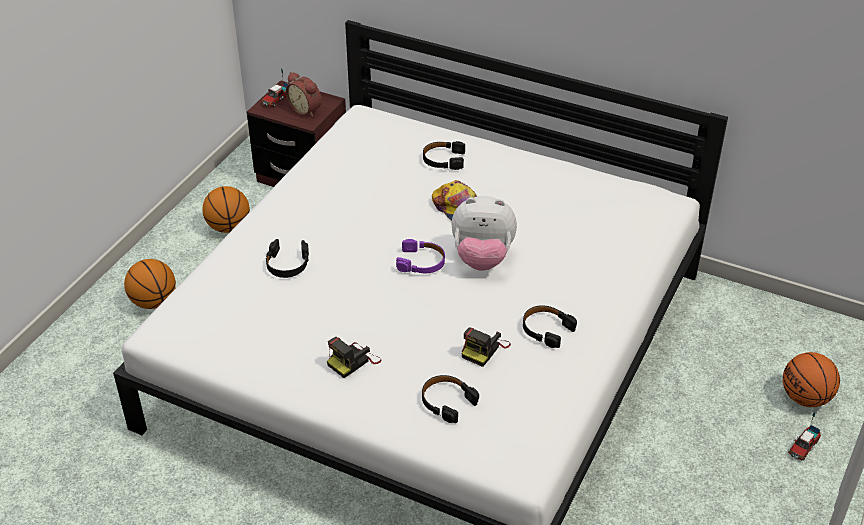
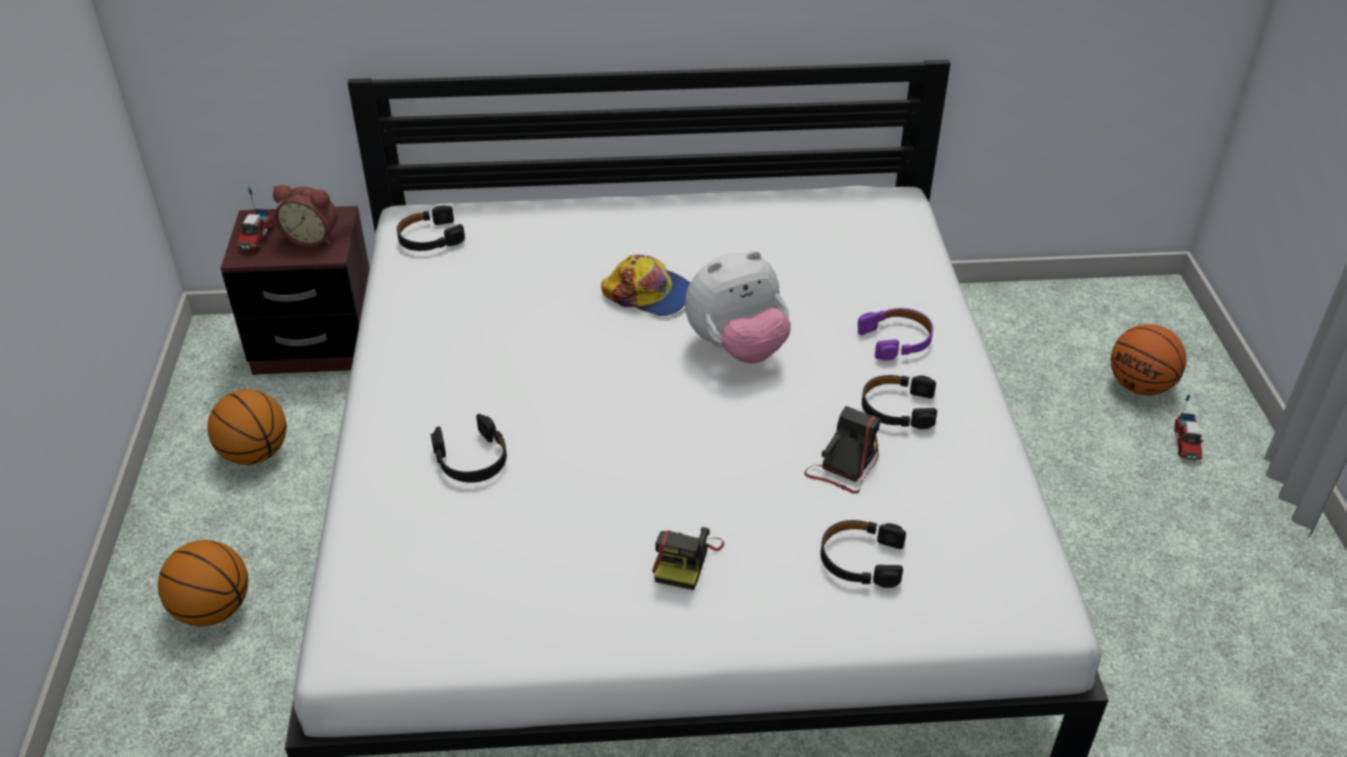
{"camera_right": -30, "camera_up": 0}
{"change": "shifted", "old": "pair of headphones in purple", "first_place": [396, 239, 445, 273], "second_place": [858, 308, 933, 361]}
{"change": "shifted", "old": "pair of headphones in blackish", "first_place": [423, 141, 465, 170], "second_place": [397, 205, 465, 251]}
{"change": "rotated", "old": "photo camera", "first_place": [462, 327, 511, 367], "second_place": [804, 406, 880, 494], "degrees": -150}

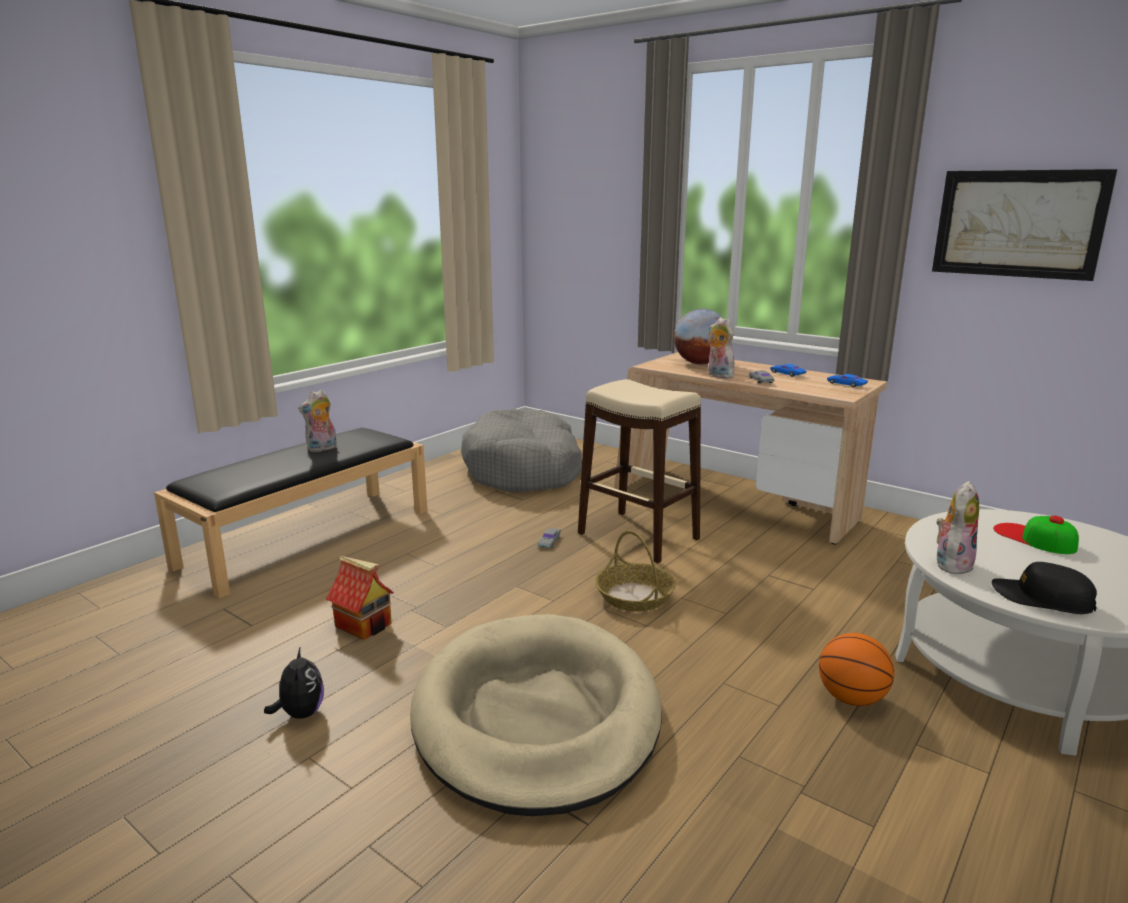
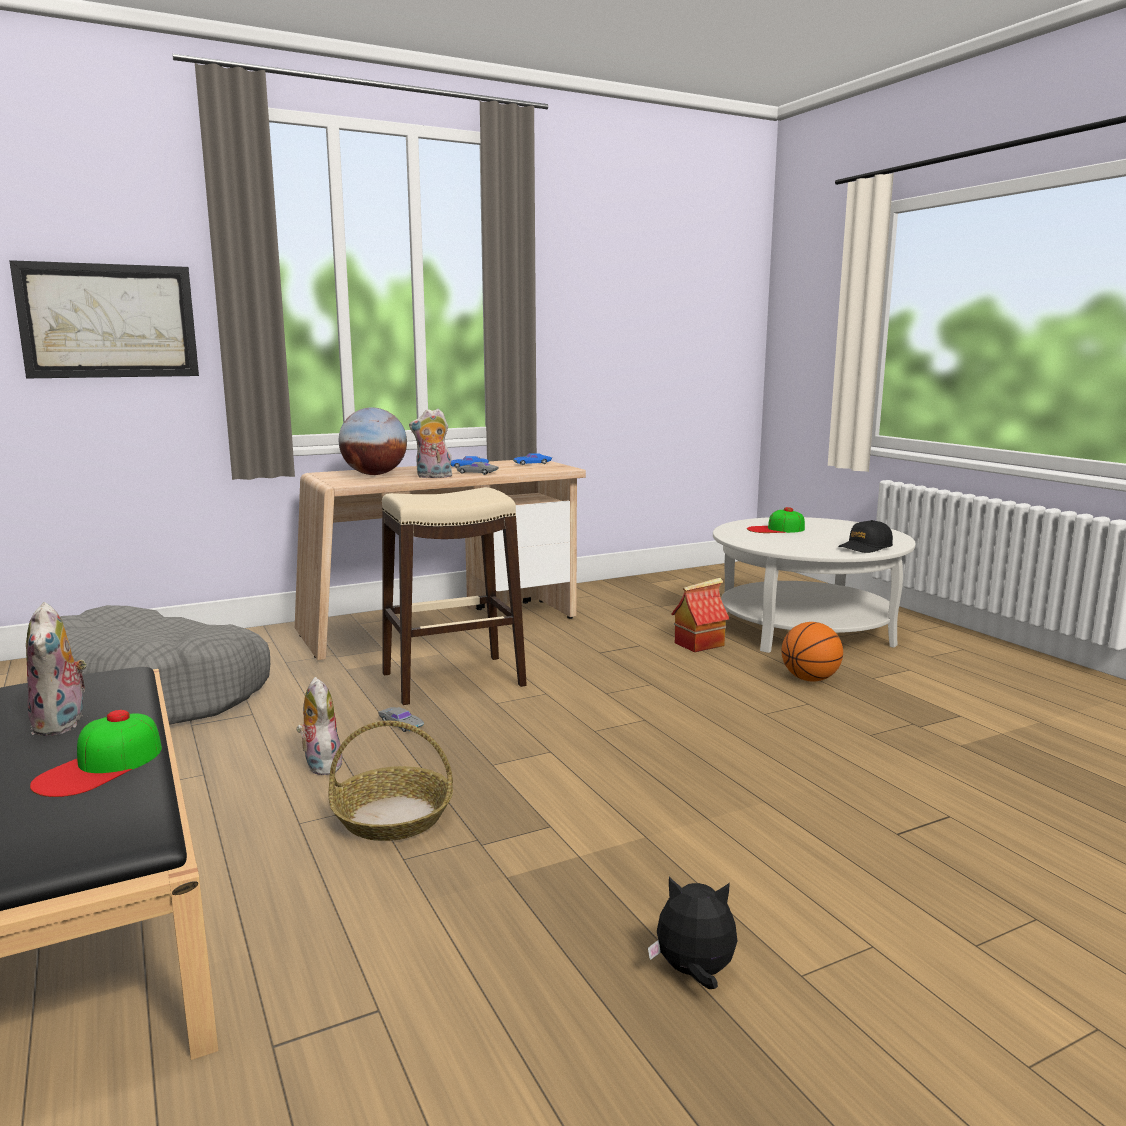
{"camera_right": -65, "camera_up": -5}
{"change": "gone", "old": "dog cushion in beige-coloured", "first_place": [410, 614, 662, 816]}
{"change": "new", "new": "baseball cap", "second_place": [30, 710, 162, 797]}
{"change": "shifted", "old": "miniature house", "first_place": [326, 556, 394, 640], "second_place": [671, 578, 729, 652]}
{"change": "shifted", "old": "household basket", "first_place": [595, 530, 676, 611], "second_place": [329, 720, 453, 841]}
{"change": "shifted", "old": "wall picture", "first_place": [932, 169, 1117, 281], "second_place": [9, 260, 199, 378]}
{"change": "shifted", "old": "soft toy", "first_place": [936, 481, 979, 574], "second_place": [296, 677, 343, 775]}

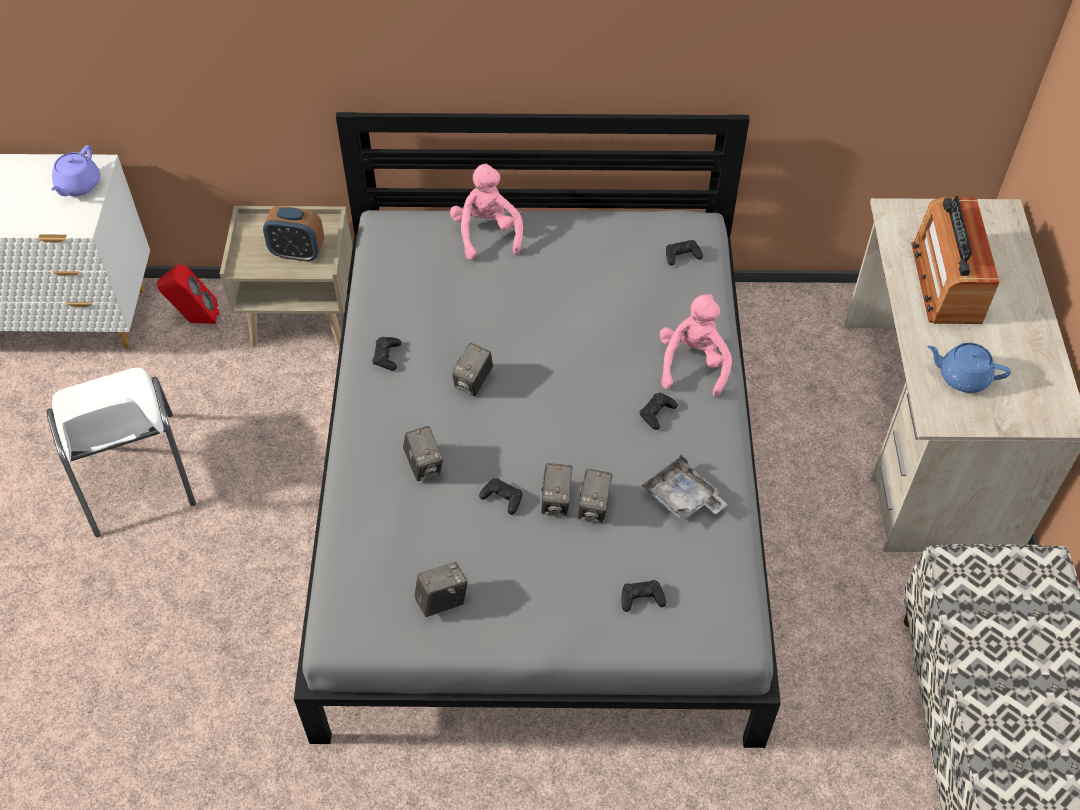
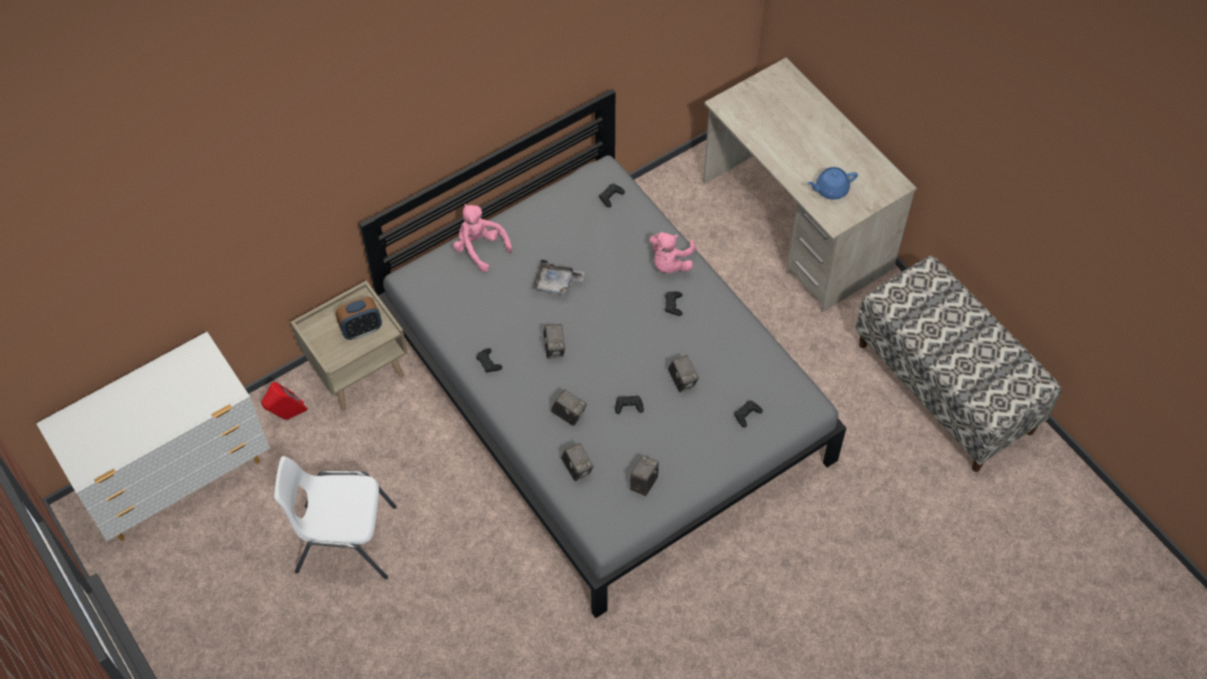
{"camera_right": -35, "camera_up": 5}
{"change": "gone", "old": "teapot in purple", "first_place": [51, 145, 100, 196]}
{"change": "gone", "old": "radio", "first_place": [911, 196, 1000, 324]}
{"change": "shifted", "old": "photo camera", "first_place": [541, 463, 572, 516], "second_place": [561, 443, 593, 481]}
{"change": "shifted", "old": "tray in grey", "first_place": [642, 455, 728, 522], "second_place": [532, 259, 585, 296]}
{"change": "rotated", "old": "upright chair in white-coloured", "first_place": [46, 367, 196, 537], "second_place": [274, 456, 397, 579], "degrees": 150}
{"change": "rotated", "old": "soft toy in pinkish", "first_place": [659, 294, 732, 397], "second_place": [649, 232, 696, 273], "degrees": -135}

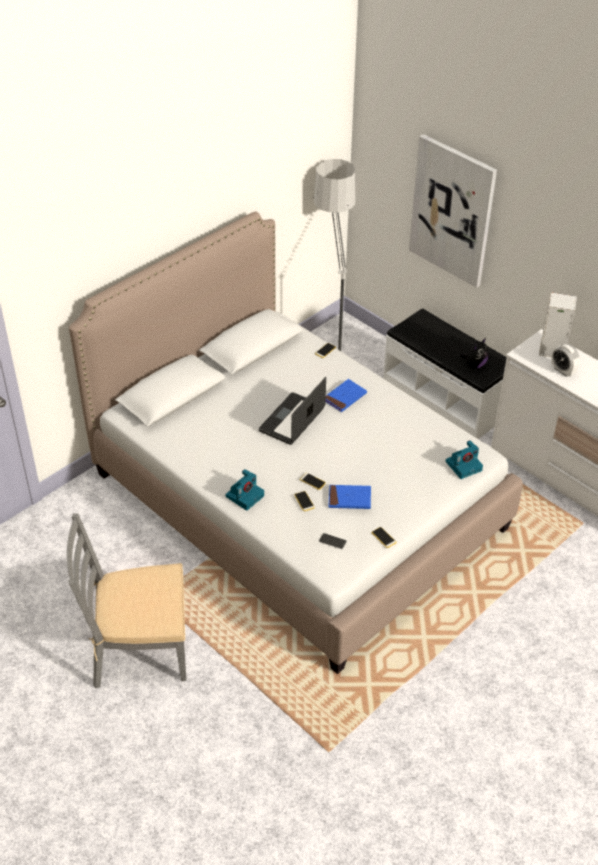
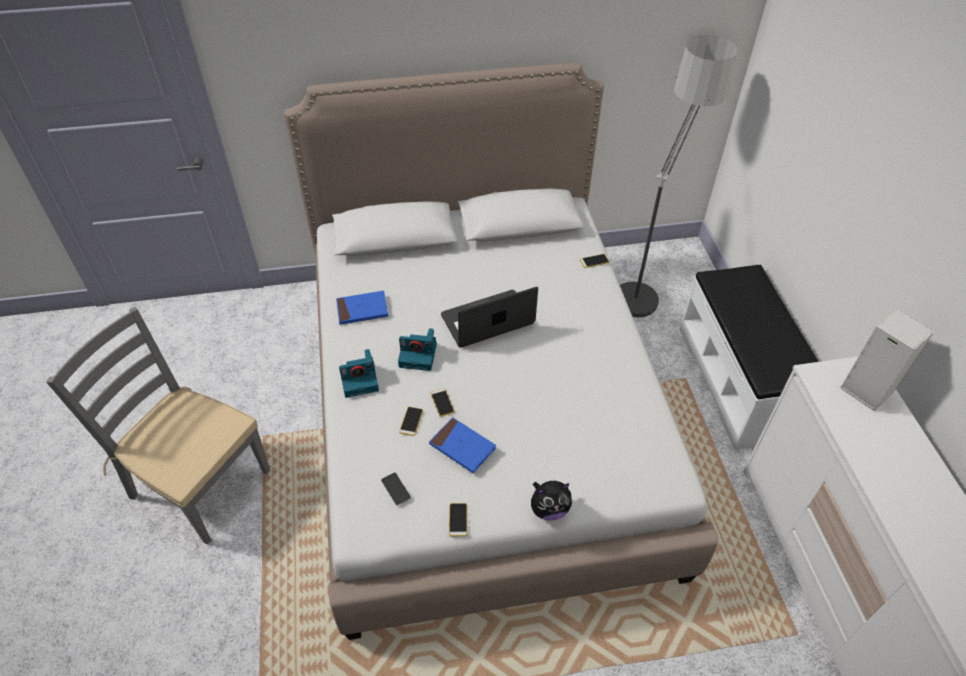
{"camera_right": 35, "camera_up": 5}
{"change": "gone", "old": "wall picture", "first_place": [409, 134, 497, 288]}
{"change": "gone", "old": "table clock", "first_place": [551, 344, 580, 377]}
{"change": "shifted", "old": "volume in bluish", "first_place": [326, 379, 367, 412], "second_place": [336, 291, 388, 325]}
{"change": "shifted", "old": "photo camera", "first_place": [445, 441, 483, 479], "second_place": [398, 328, 437, 371]}
{"change": "shifted", "old": "soft toy", "first_place": [460, 338, 489, 368], "second_place": [531, 481, 572, 520]}

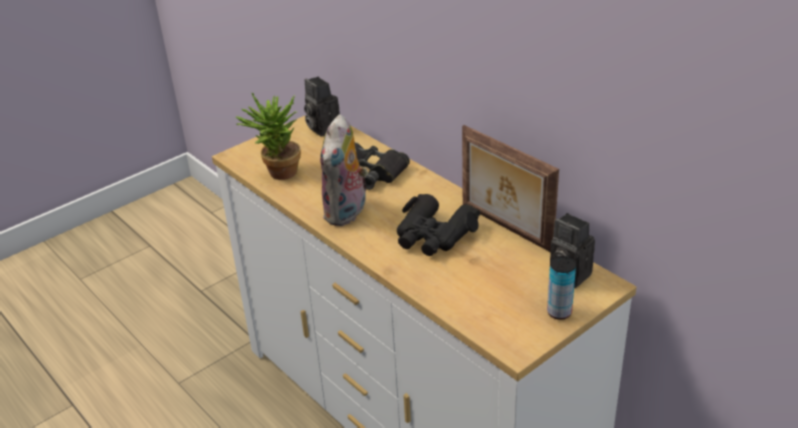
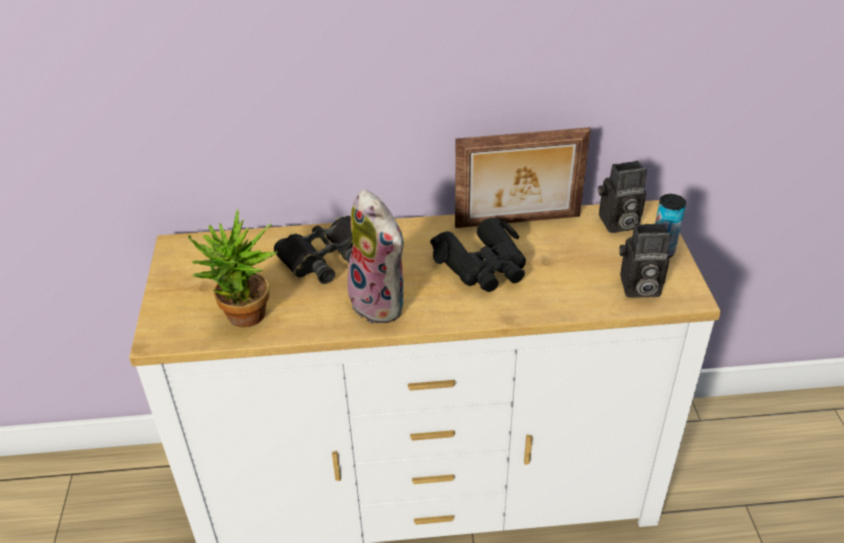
{"camera_right": -55, "camera_up": 5}
{"change": "shifted", "old": "photo camera", "first_place": [304, 77, 340, 136], "second_place": [619, 223, 671, 298]}

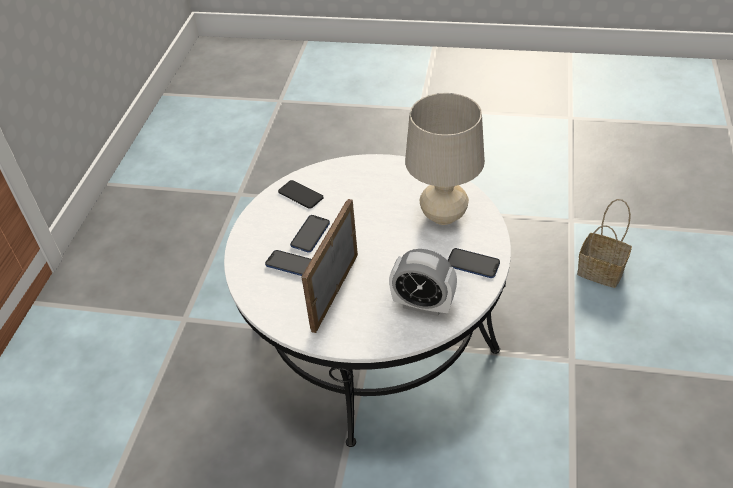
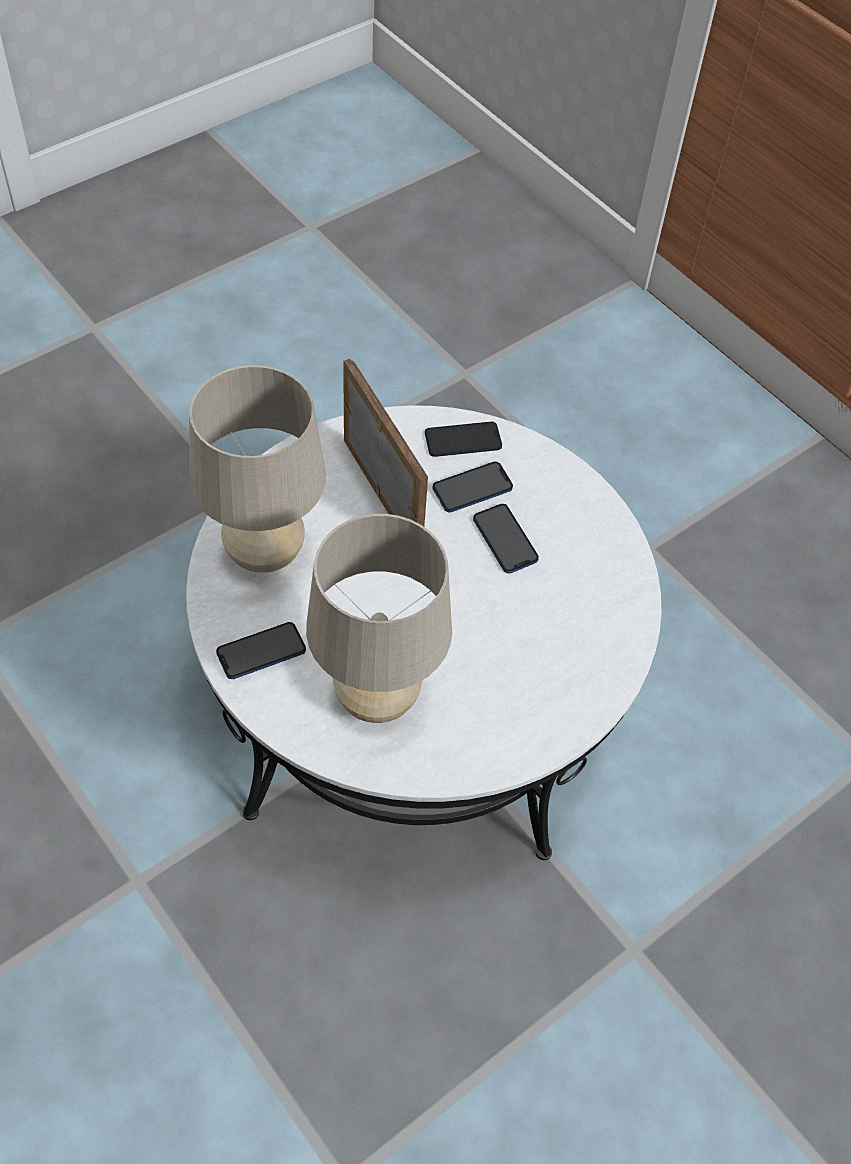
{"camera_right": 125, "camera_up": 10}
{"change": "gone", "old": "household basket", "first_place": [577, 199, 632, 288]}
{"change": "shifted", "old": "handset", "first_place": [278, 180, 324, 209], "second_place": [425, 422, 502, 457]}
{"change": "swapped", "old": "table clock", "new": "lamp for a table in beige-coloured", "first_place": [389, 249, 457, 316], "second_place": [189, 365, 326, 573]}

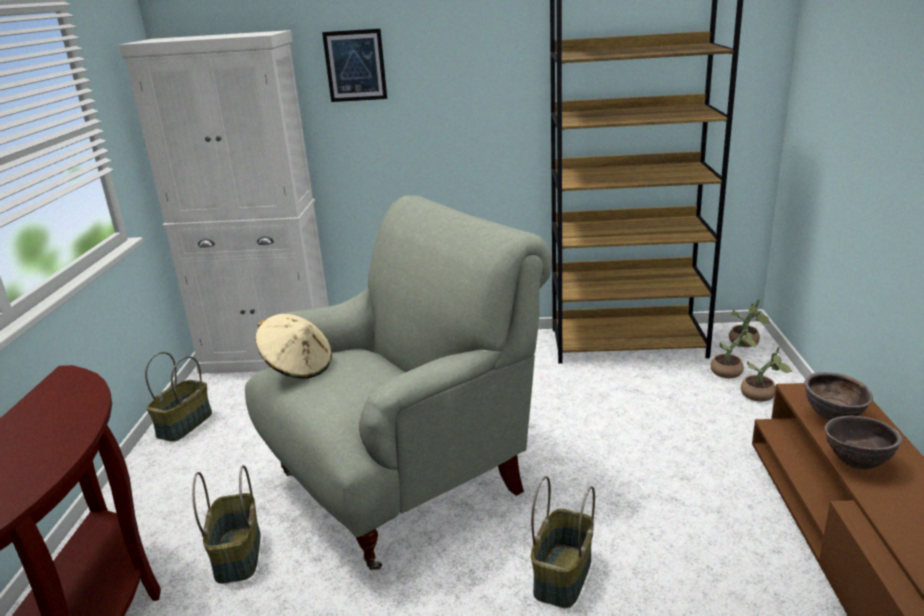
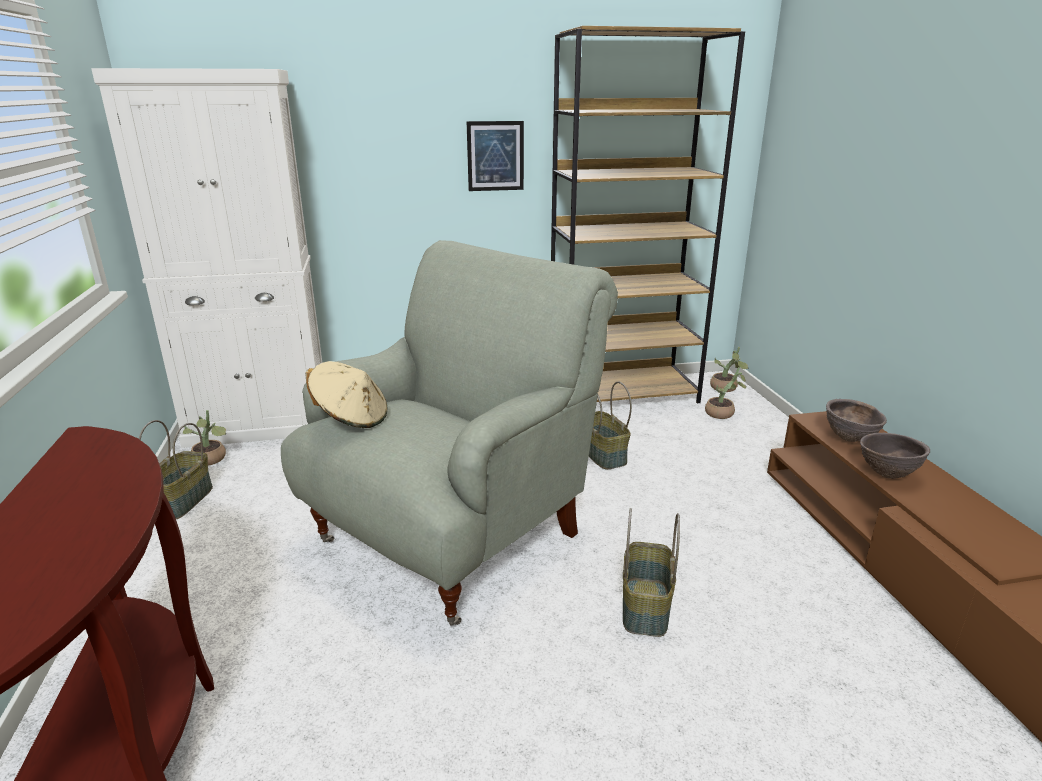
{"camera_right": -15, "camera_up": 0}
{"change": "shifted", "old": "household basket", "first_place": [192, 465, 260, 584], "second_place": [589, 381, 632, 469]}
{"change": "shifted", "old": "wall picture", "first_place": [322, 29, 387, 102], "second_place": [467, 121, 524, 191]}
{"change": "shifted", "old": "houseplant", "first_place": [741, 346, 792, 402], "second_place": [183, 410, 226, 466]}

